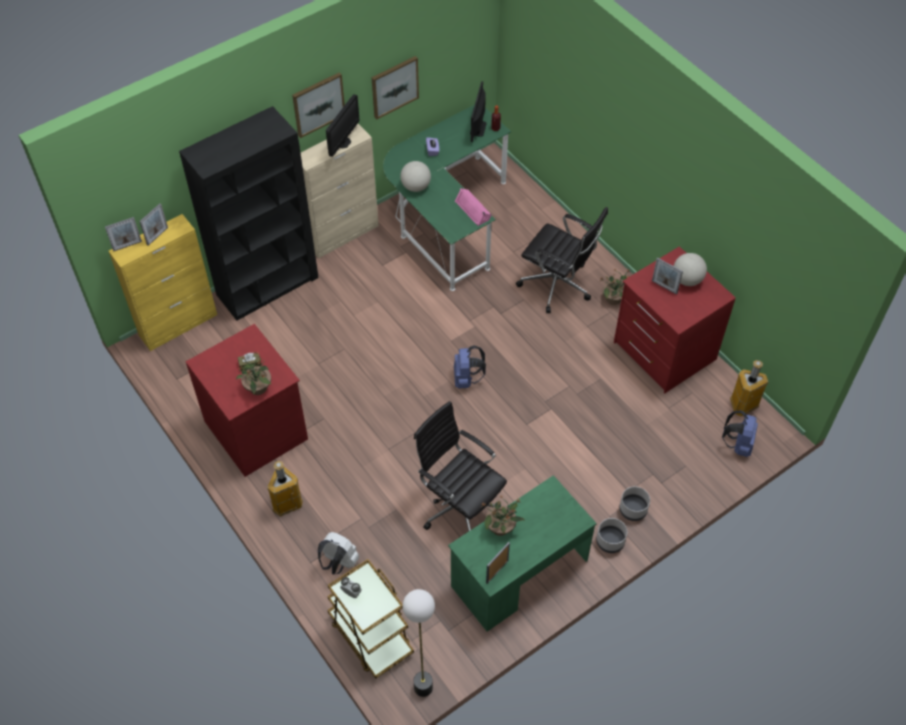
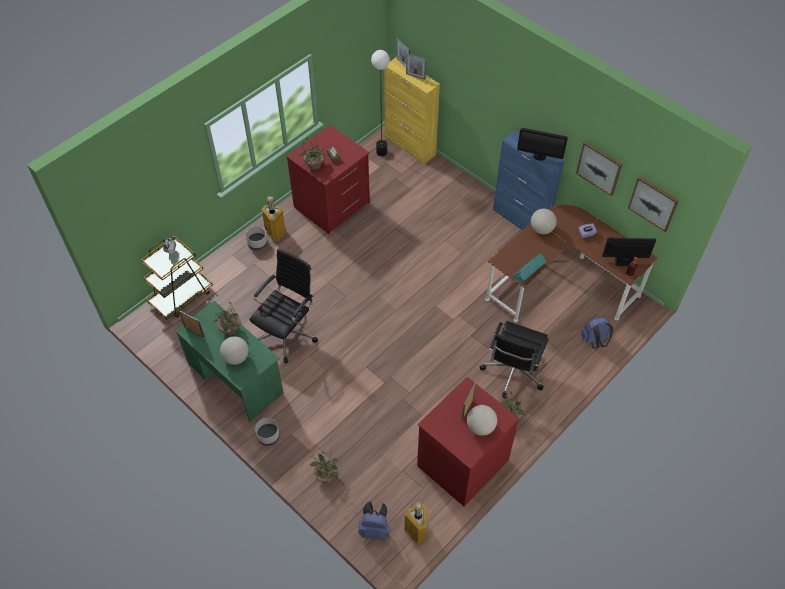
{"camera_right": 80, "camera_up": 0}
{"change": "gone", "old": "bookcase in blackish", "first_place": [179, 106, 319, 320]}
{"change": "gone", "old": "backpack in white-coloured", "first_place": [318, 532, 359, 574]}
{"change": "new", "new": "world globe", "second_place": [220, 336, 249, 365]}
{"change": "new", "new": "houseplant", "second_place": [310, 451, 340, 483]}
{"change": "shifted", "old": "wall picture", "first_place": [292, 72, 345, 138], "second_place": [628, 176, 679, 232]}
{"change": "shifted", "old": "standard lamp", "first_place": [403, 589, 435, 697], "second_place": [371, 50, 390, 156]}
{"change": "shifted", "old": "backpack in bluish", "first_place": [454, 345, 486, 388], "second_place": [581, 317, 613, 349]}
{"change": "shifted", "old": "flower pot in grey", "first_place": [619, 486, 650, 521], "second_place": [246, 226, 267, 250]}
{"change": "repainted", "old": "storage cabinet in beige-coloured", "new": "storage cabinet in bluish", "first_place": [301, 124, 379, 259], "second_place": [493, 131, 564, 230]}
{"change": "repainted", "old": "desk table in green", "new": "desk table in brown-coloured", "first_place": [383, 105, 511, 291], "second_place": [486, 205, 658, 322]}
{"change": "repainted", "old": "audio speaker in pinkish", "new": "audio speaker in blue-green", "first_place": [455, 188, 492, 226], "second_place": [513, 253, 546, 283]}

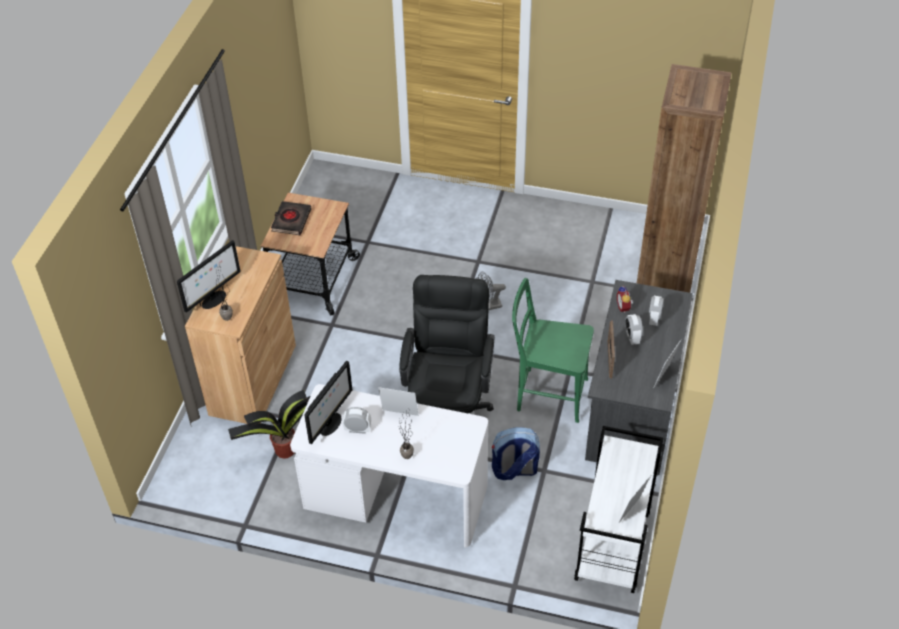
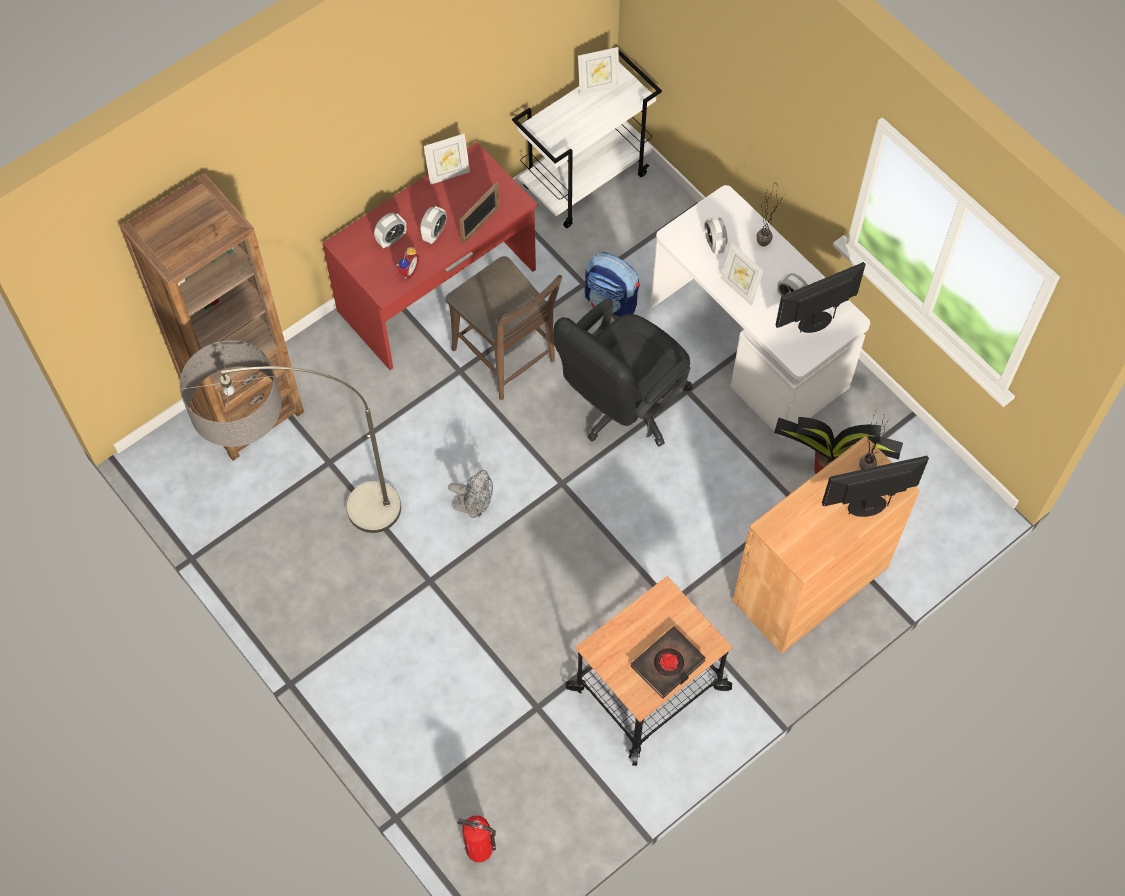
{"camera_right": -145, "camera_up": 15}
{"change": "new", "new": "standard lamp", "second_place": [179, 340, 401, 533]}
{"change": "new", "new": "fire-fighting cylinder", "second_place": [457, 816, 496, 862]}
{"change": "new", "new": "table clock", "second_place": [704, 216, 727, 255]}
{"change": "repainted", "old": "upright chair in green", "new": "upright chair in brown-coloured", "first_place": [512, 278, 594, 423], "second_place": [446, 256, 562, 400]}
{"change": "repainted", "old": "desk table in grey", "new": "desk table in red-coloured", "first_place": [585, 280, 693, 475], "second_place": [322, 142, 537, 370]}

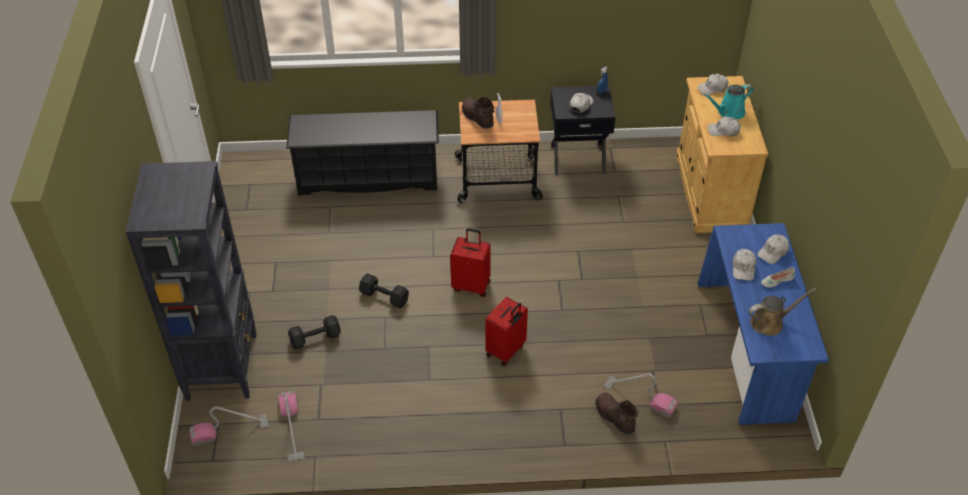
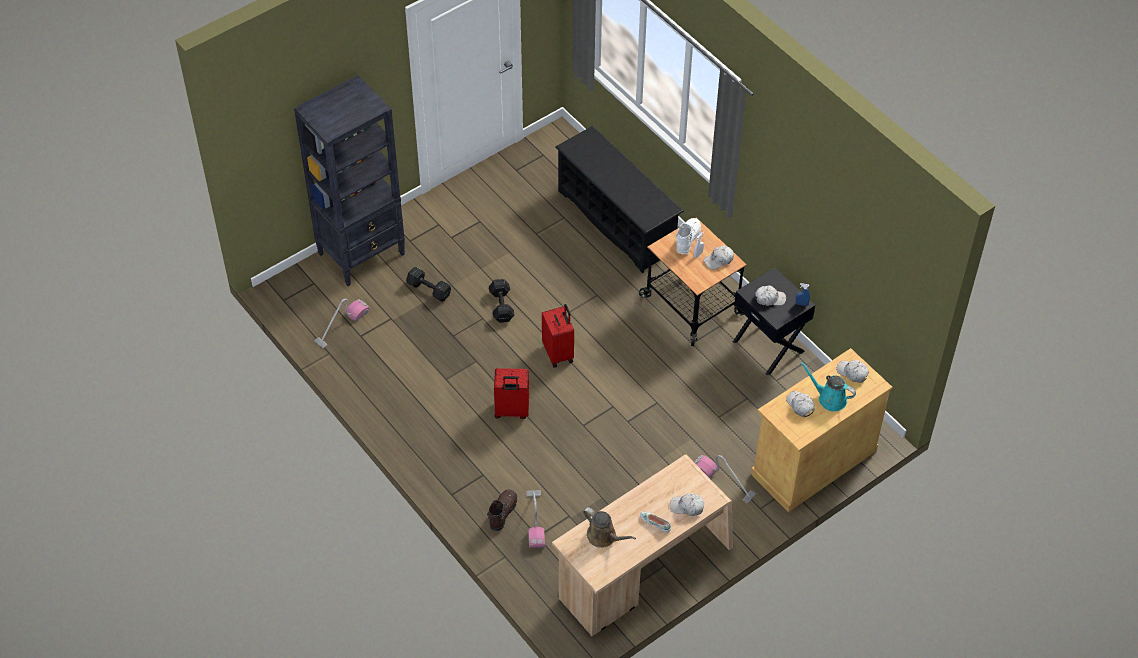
{"camera_right": 55, "camera_up": 5}
{"change": "shifted", "old": "vacuum cleaner", "first_place": [189, 406, 269, 446], "second_place": [694, 455, 756, 503]}
{"change": "shifted", "old": "baseball cap in white-coloured", "first_place": [732, 249, 757, 281], "second_place": [704, 245, 734, 270]}
{"change": "repainted", "old": "high-top boot in brown-coloured", "new": "high-top boot in white-coloured", "first_place": [462, 96, 494, 129], "second_place": [676, 218, 701, 254]}
{"change": "repainted", "old": "desk table in bluish", "new": "desk table in beige-coloured", "first_place": [698, 223, 829, 425], "second_place": [552, 455, 733, 636]}

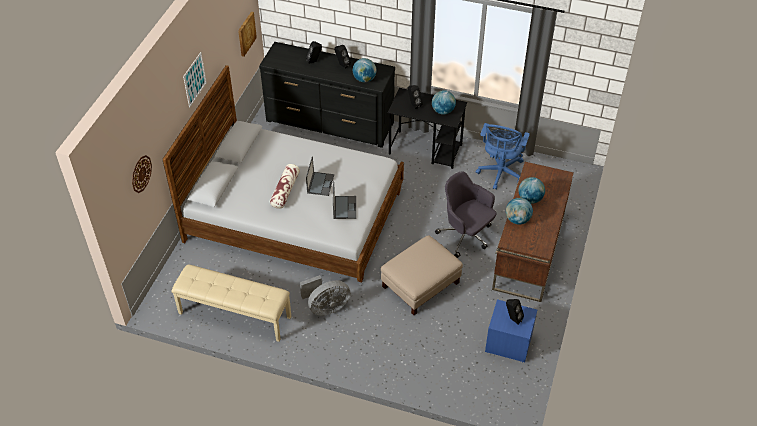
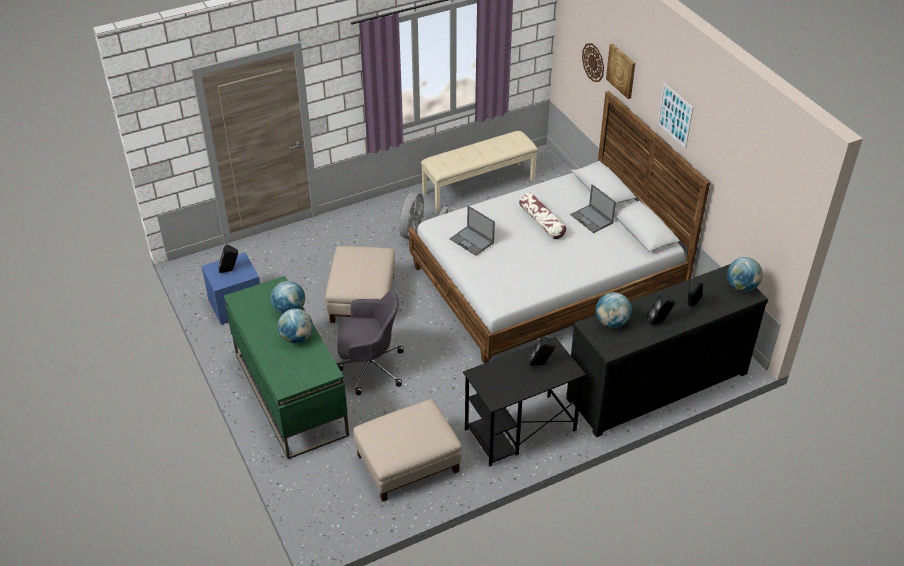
{"camera_right": 135, "camera_up": -5}
{"change": "shifted", "old": "wall picture", "first_place": [238, 12, 257, 57], "second_place": [606, 44, 635, 99]}
{"change": "shifted", "old": "laptop", "first_place": [306, 156, 334, 196], "second_place": [570, 184, 616, 233]}
{"change": "shifted", "old": "world globe", "first_place": [432, 90, 456, 115], "second_place": [727, 257, 763, 291]}
{"change": "swapped", "old": "computer chair in bluish", "new": "ottoman in beige-coloured", "first_place": [476, 123, 530, 189], "second_place": [353, 399, 462, 502]}
{"change": "repainted", "old": "desk table in brown-coloured", "new": "desk table in green", "first_place": [492, 162, 574, 302], "second_place": [224, 276, 349, 459]}

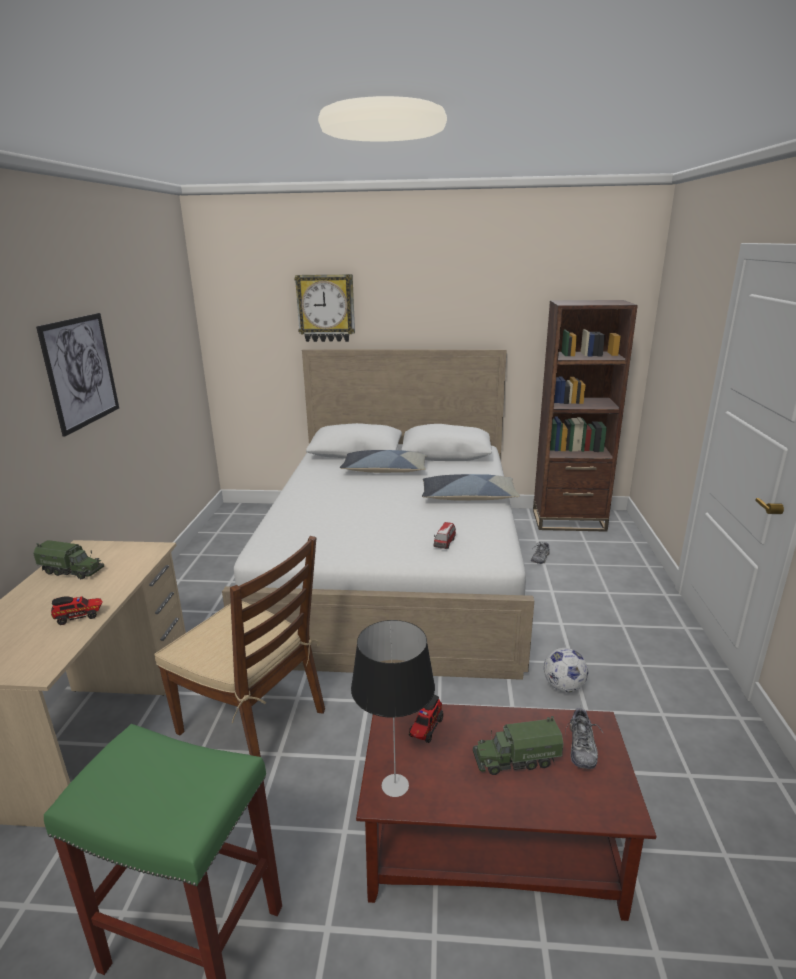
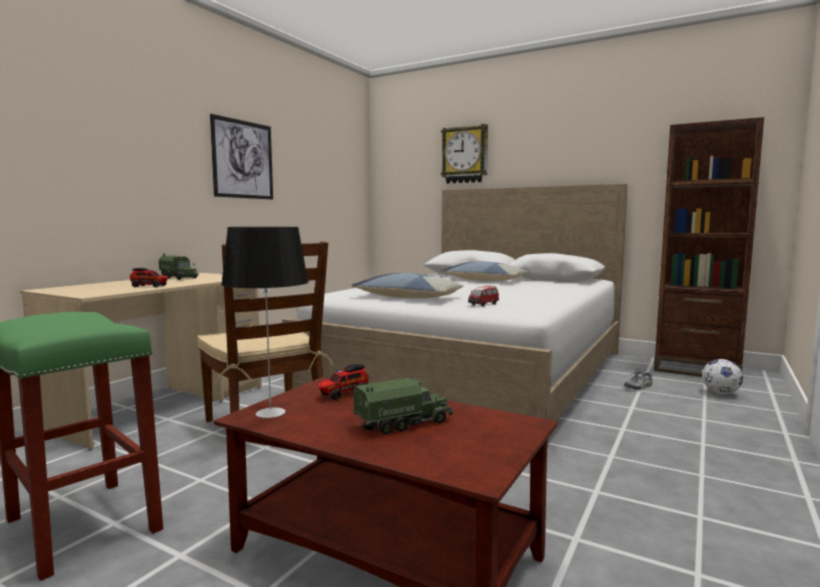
{"camera_right": 25, "camera_up": -15}
{"change": "gone", "old": "item of footwear", "first_place": [565, 705, 603, 769]}
{"change": "shifted", "old": "cushion", "first_place": [422, 474, 520, 501], "second_place": [352, 273, 463, 298]}
{"change": "shifted", "old": "football", "first_place": [544, 648, 588, 692], "second_place": [702, 359, 743, 394]}
{"change": "rotated", "old": "toy lorry", "first_place": [473, 716, 564, 775], "second_place": [353, 378, 453, 435], "degrees": 135}

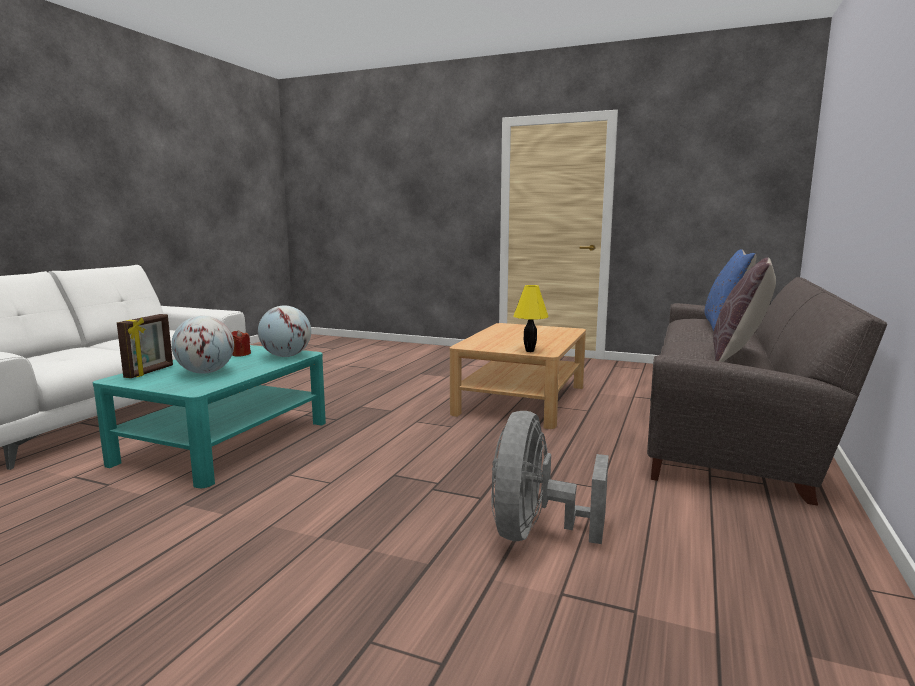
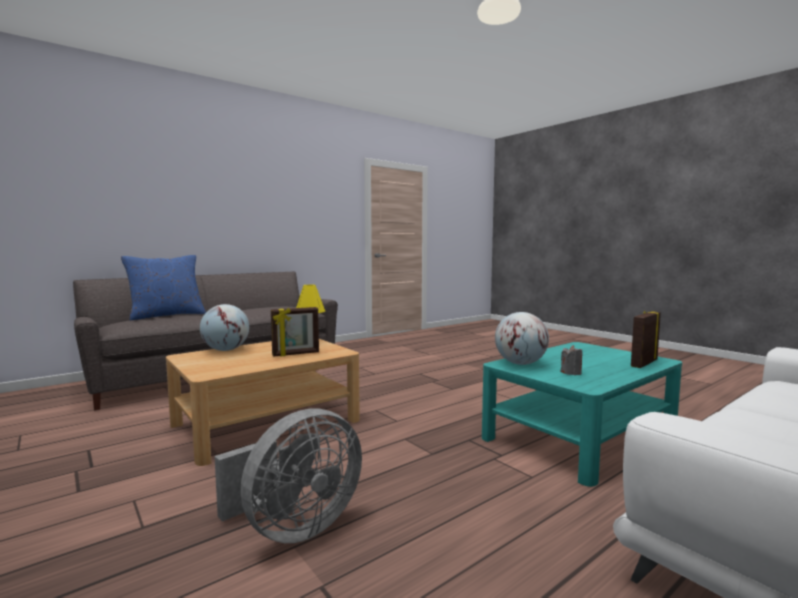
{"camera_right": -150, "camera_up": -5}
{"change": "gone", "old": "cushion in brown-coloured", "first_place": [713, 257, 776, 362]}
{"change": "new", "new": "photo frame", "second_place": [271, 307, 319, 357]}
{"change": "shifted", "old": "world globe", "first_place": [171, 316, 234, 374], "second_place": [200, 304, 249, 351]}
{"change": "shifted", "old": "fan in grey", "first_place": [491, 411, 609, 544], "second_place": [214, 408, 362, 543]}
{"change": "repainted", "old": "wax light in red-coloured", "new": "wax light in grey", "first_place": [232, 330, 251, 356], "second_place": [561, 345, 583, 375]}

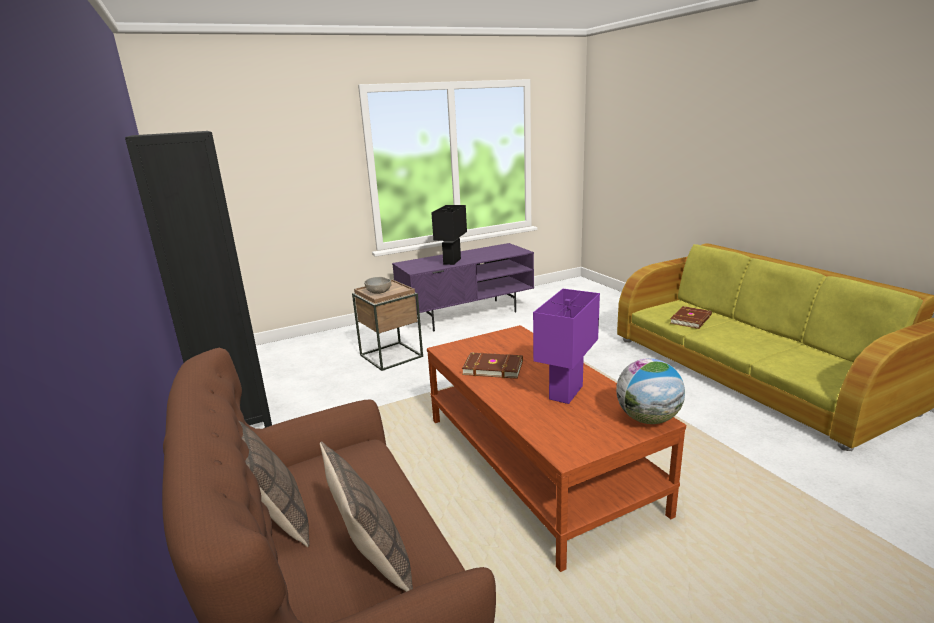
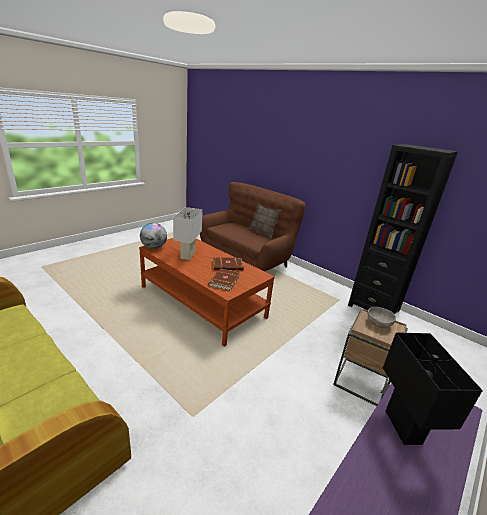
{"camera_right": 155, "camera_up": 5}
{"change": "gone", "old": "cushion", "first_place": [320, 441, 413, 592]}
{"change": "shifted", "old": "volume in brown-coloured", "first_place": [670, 306, 712, 329], "second_place": [208, 268, 240, 291]}
{"change": "repainted", "old": "lamp for a table in purple", "new": "lamp for a table in white-coloured", "first_place": [533, 289, 600, 404], "second_place": [173, 207, 203, 260]}

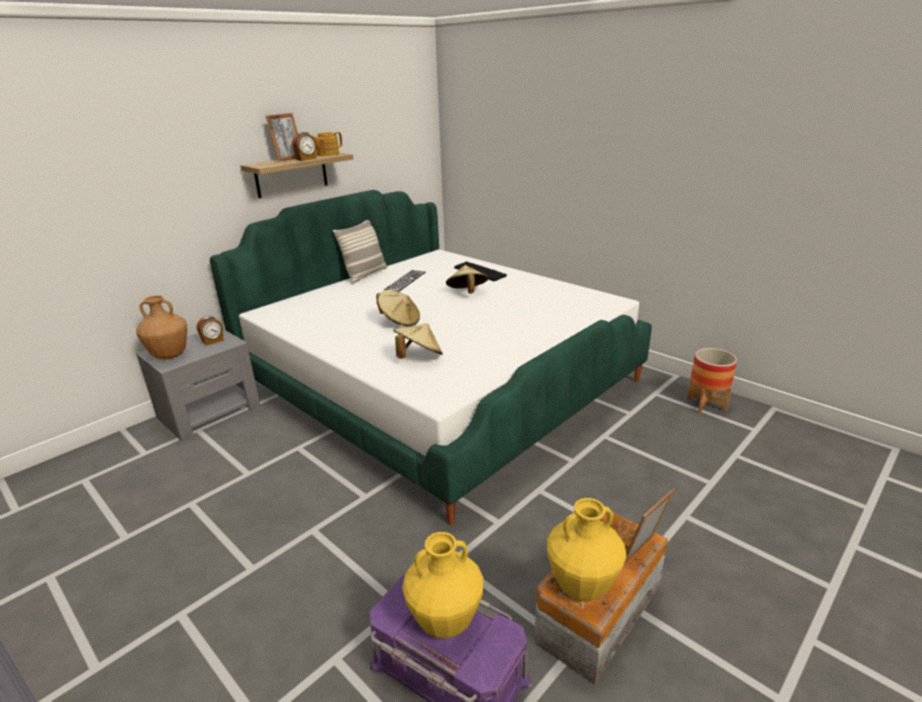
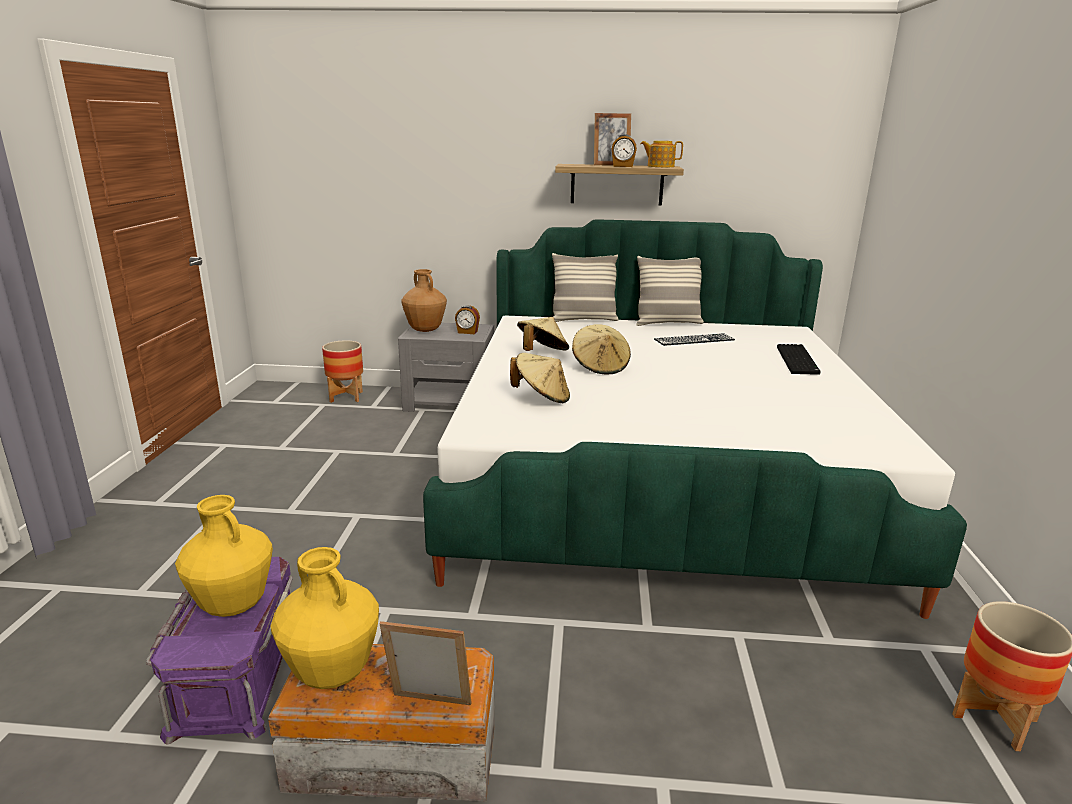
{"camera_right": 50, "camera_up": -5}
{"change": "new", "new": "flower pot", "second_place": [322, 340, 363, 403]}
{"change": "new", "new": "cushion", "second_place": [552, 253, 619, 322]}
{"change": "shifted", "old": "clothing hat in beige-coloured", "first_place": [446, 265, 488, 294], "second_place": [517, 317, 569, 351]}

